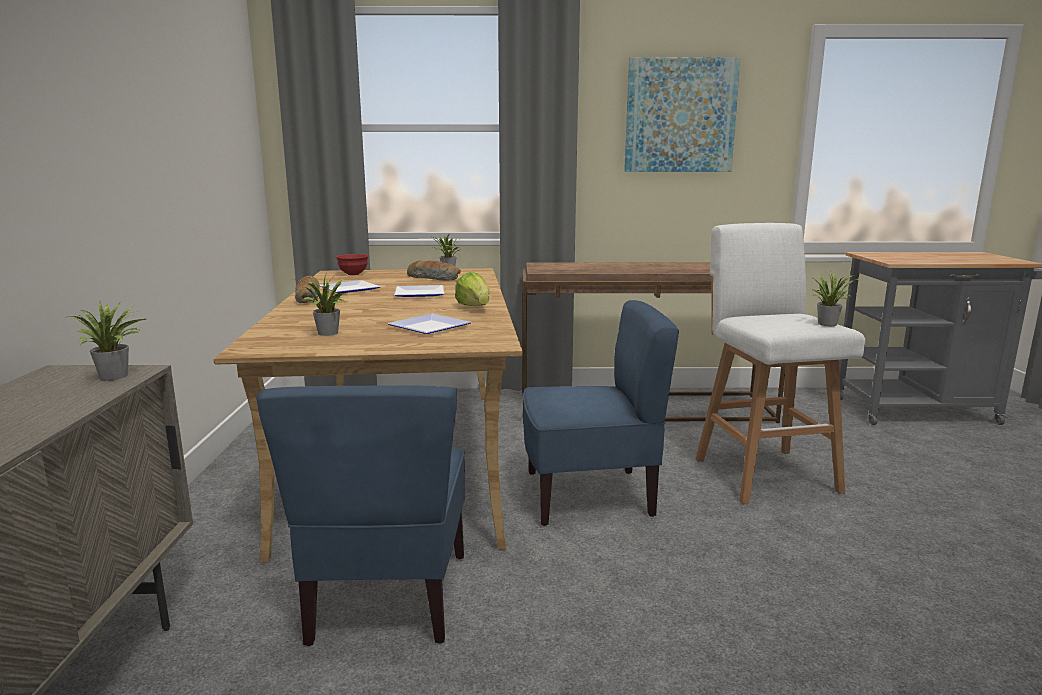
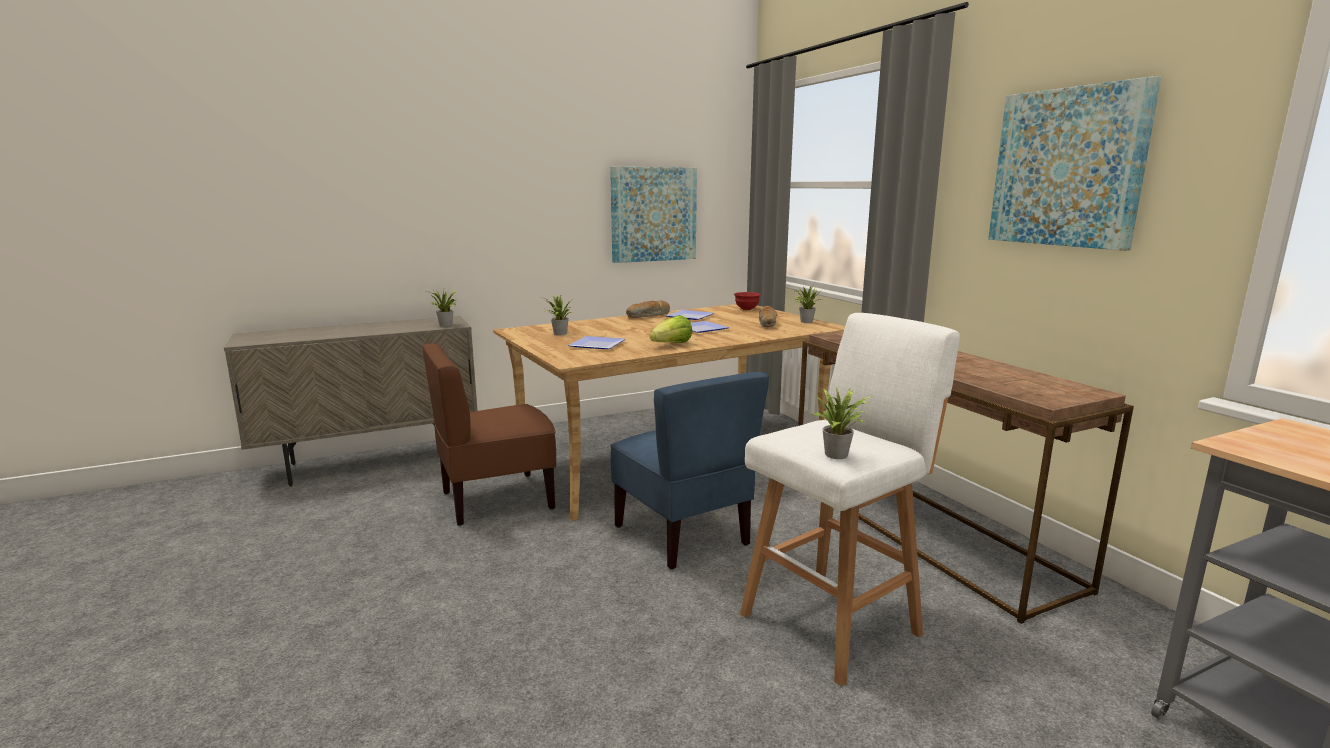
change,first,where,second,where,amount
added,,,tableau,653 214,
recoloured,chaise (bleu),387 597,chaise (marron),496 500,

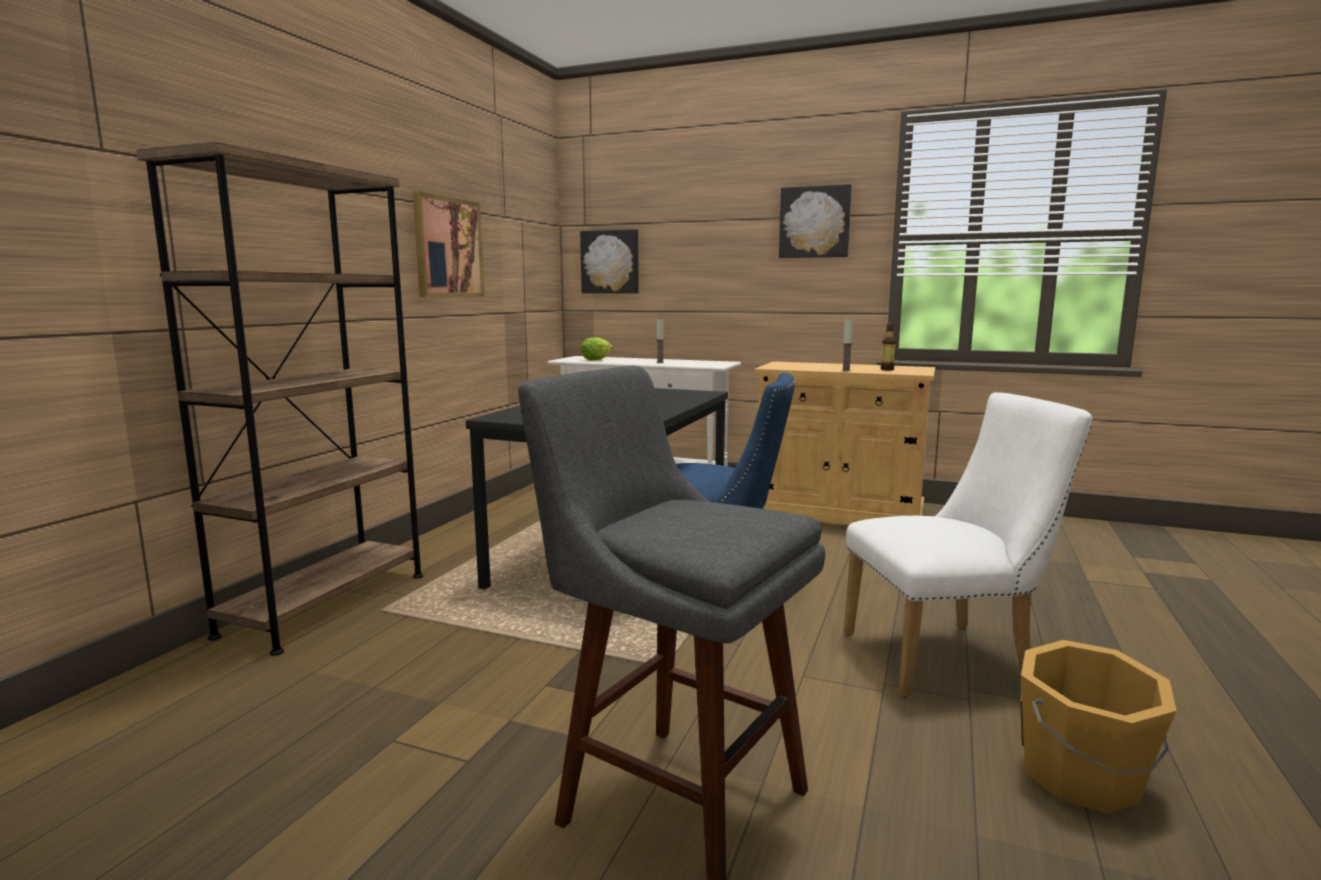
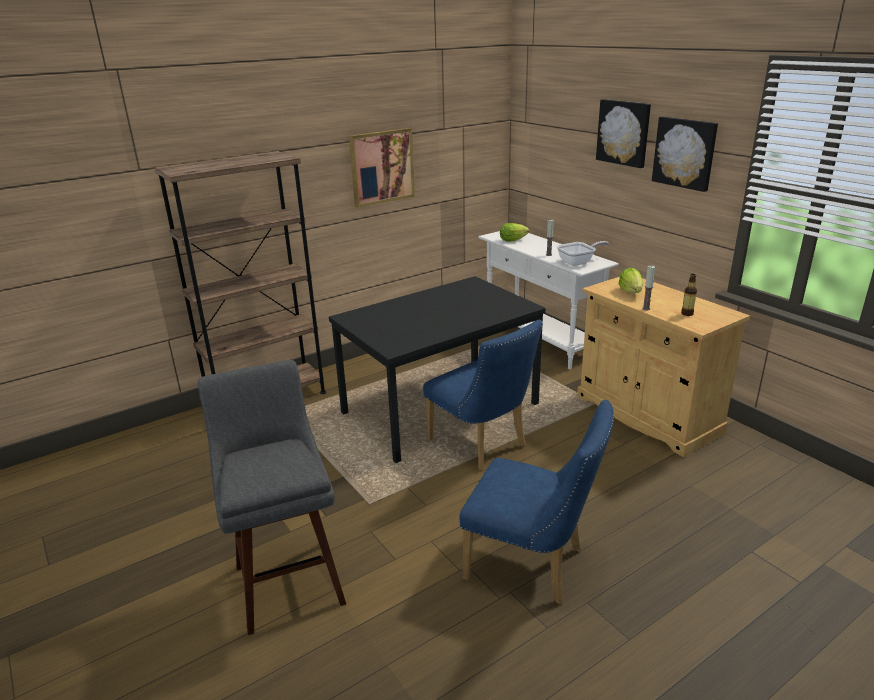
change,first,where,second,where,amount
removed,seau (orange),1082 777,,,
added,,,poêle,578 262,
added,,,laitue,631 292,
moved,tableau,610 262,,624 132,
recoloured,chaise (blanc),948 656,chaise (bleu),533 566,

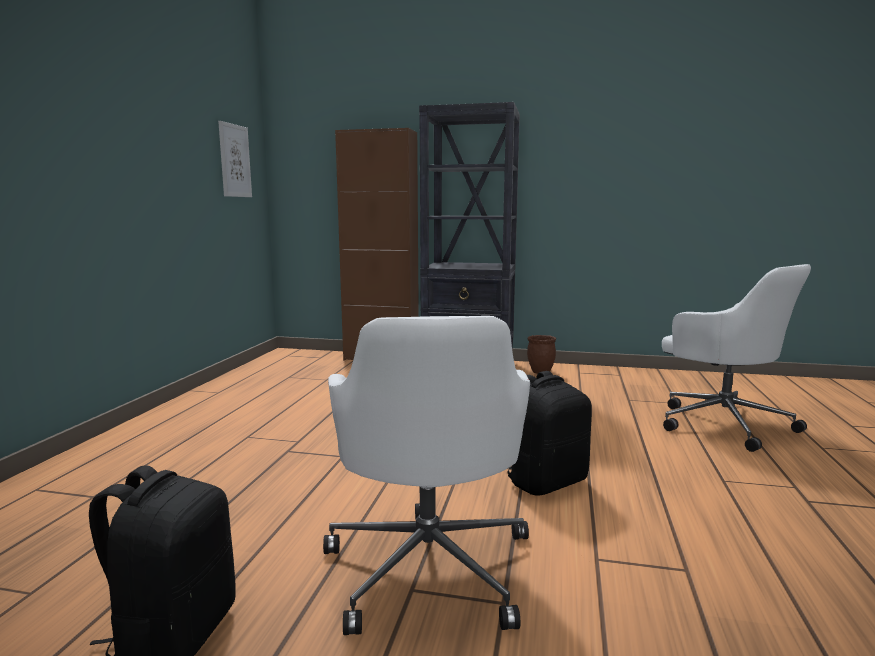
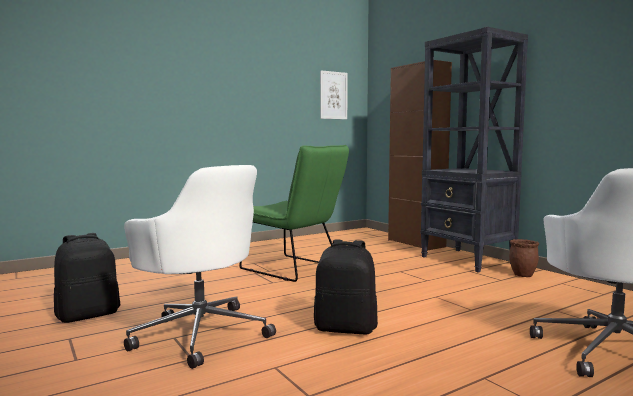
change,first,where,second,where,amount
added,,,chaise (vert),295 269,
turned,chaise de bureau (blanc),429 565,,200 333,90 degrees counterclockwise

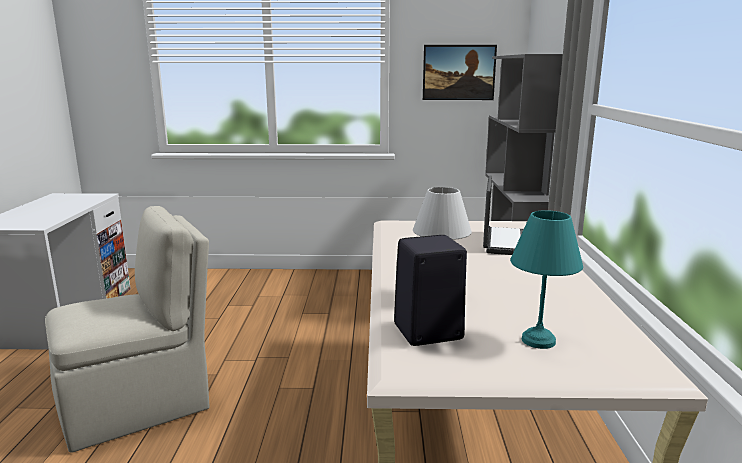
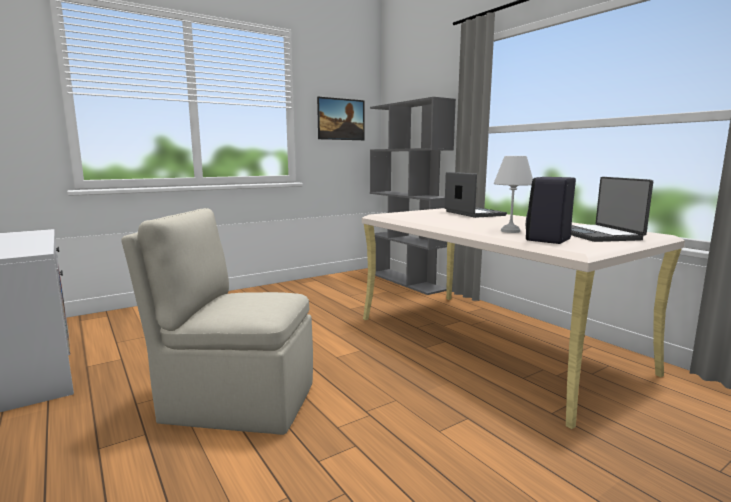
change,first,where,second,where,amount
replaced,lampe de table (turquoise),539 341,ordinateur portable,597 235,
turned,chaise (beige),139 404,,236 401,105 degrees counterclockwise

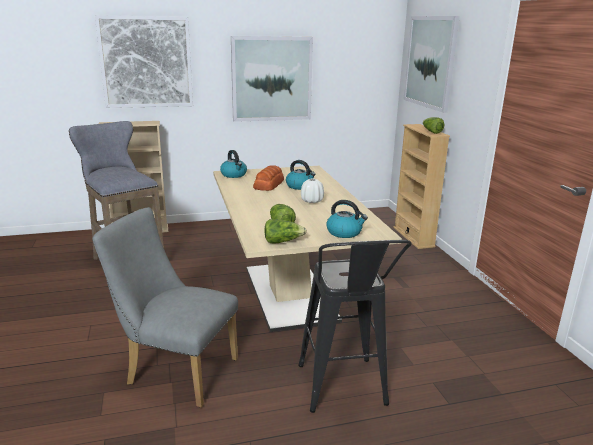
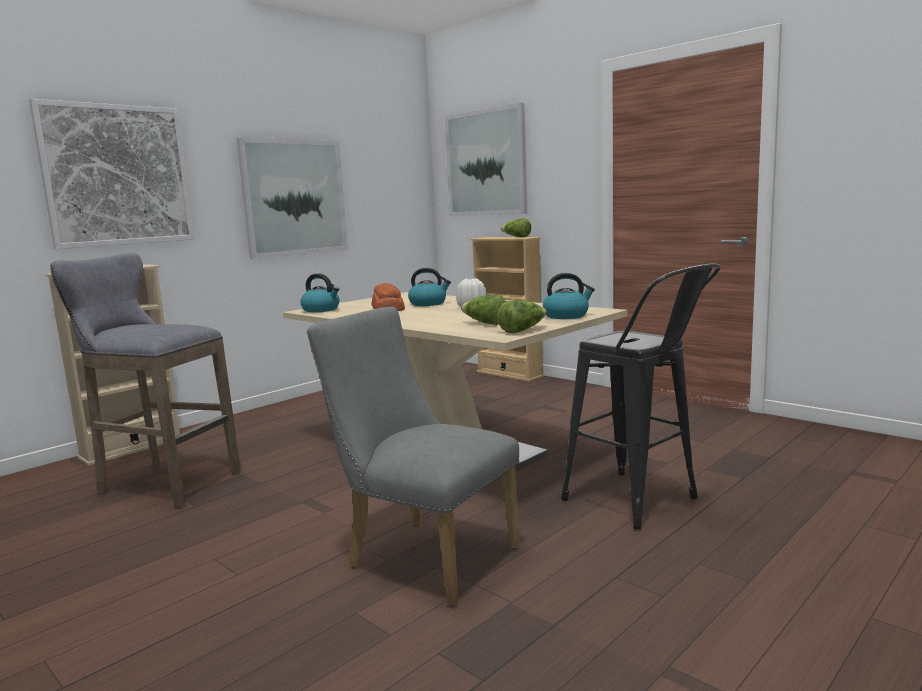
change,first,where,second,where,amount
turned,chaise (gris),176 370,,423 555,45 degrees clockwise

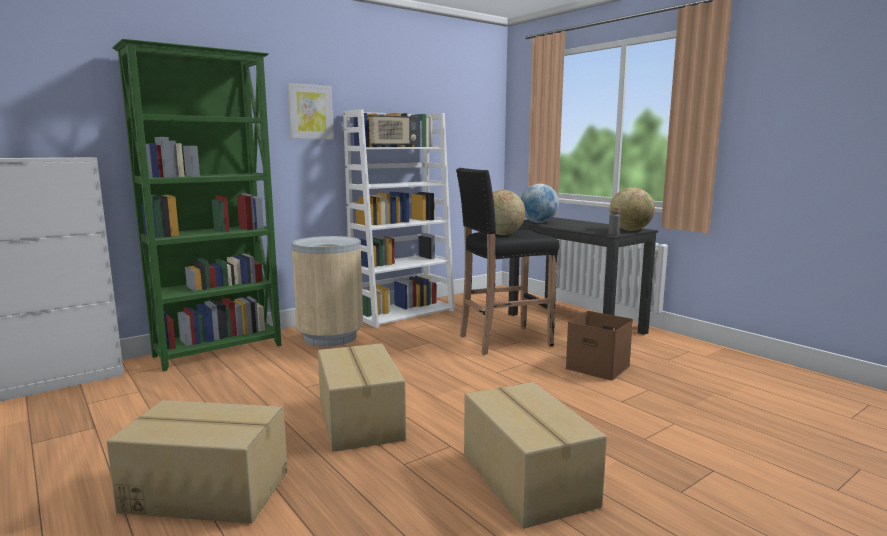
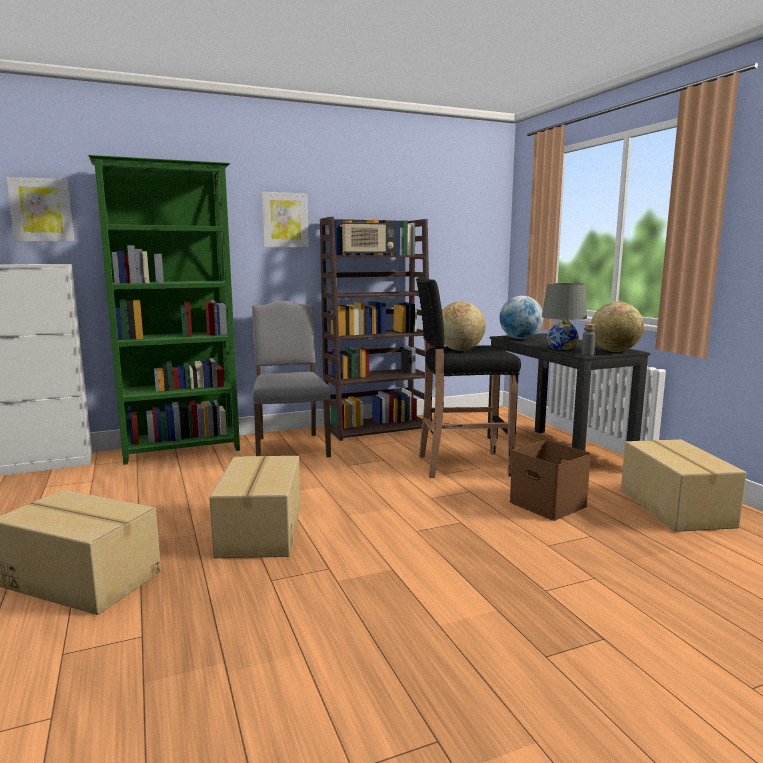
change,first,where,second,where,amount
added,,,tableau,41 210,
added,,,lampe de table (gris),561 347,
moved,carton,526 480,,674 508,
replaced,poubelle (beige),330 337,chaise (gris),290 446,
recoloured,bibliothèque (blanc),403 312,bibliothèque (marron),378 427,

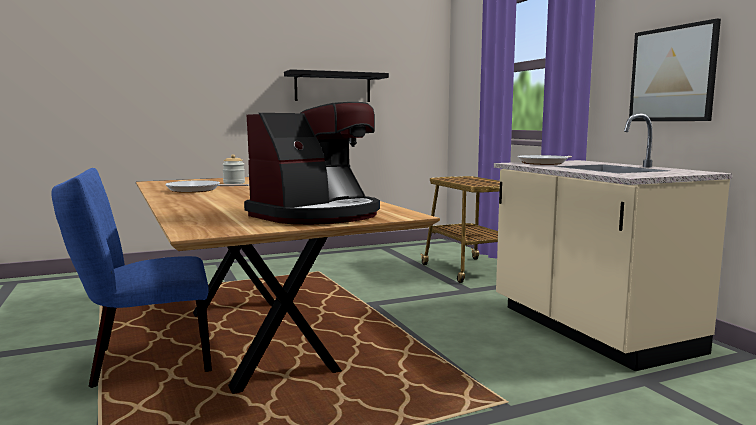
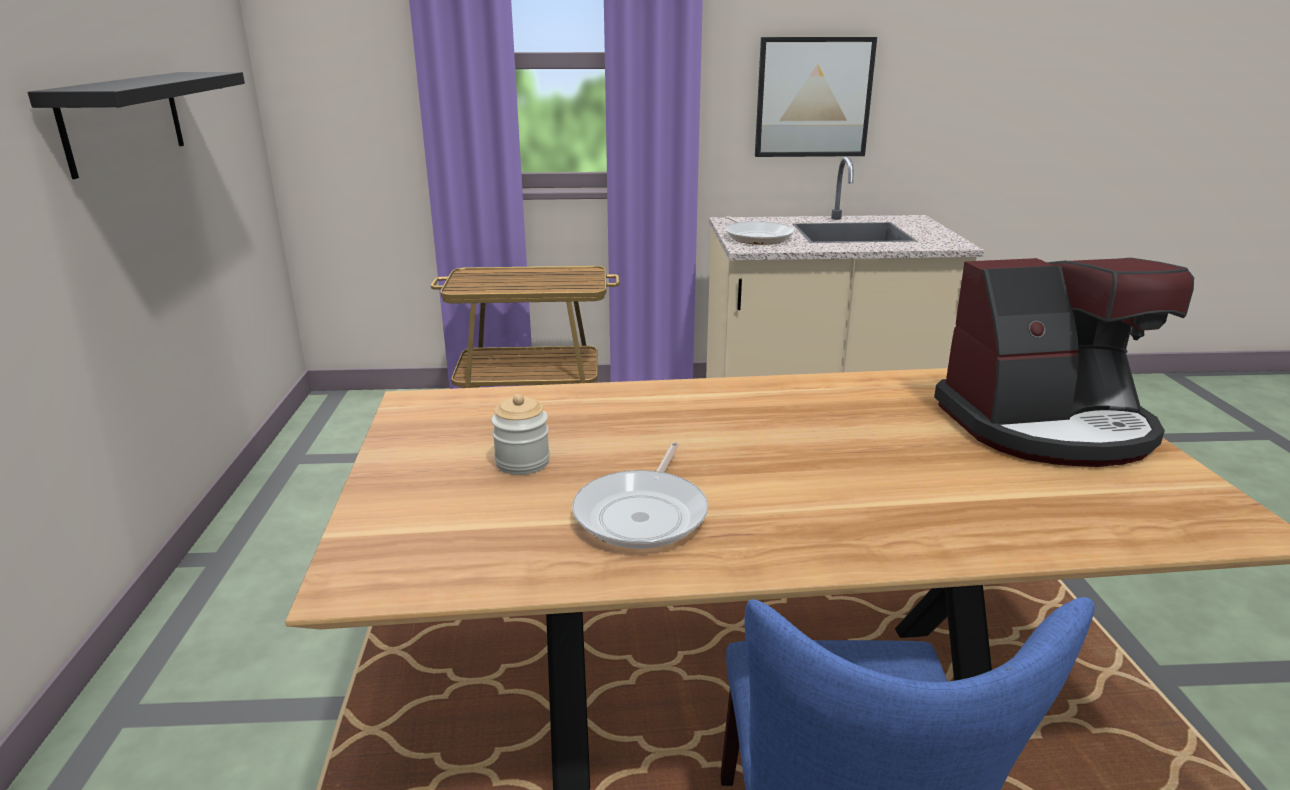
change,first,where,second,where,amount
turned,machine à café,317 215,,1047 426,105 degrees clockwise

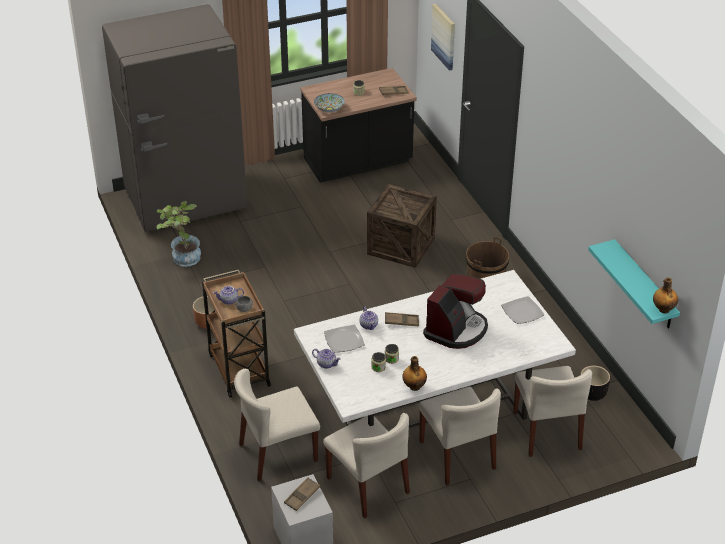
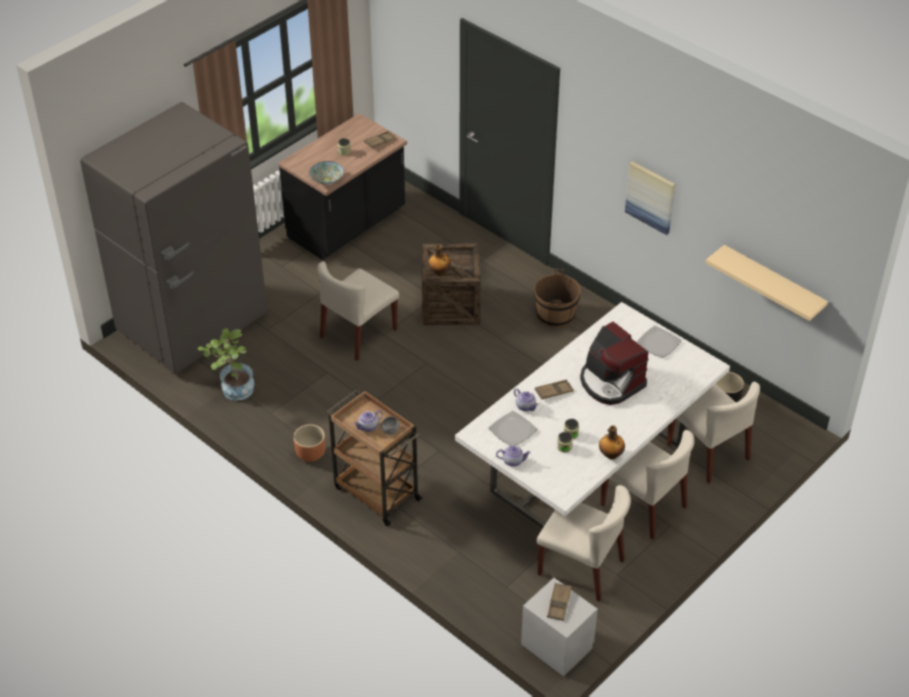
change,first,where,second,where,amount
moved,chaise (beige),277 453,,358 333,
moved,tableau,444 36,,650 197,
moved,bouteille,663 309,,439 272,
recoloured,étagère (turquoise),644 286,étagère (beige),773 283,
turned,machine à café,456 329,,610 382,135 degrees clockwise

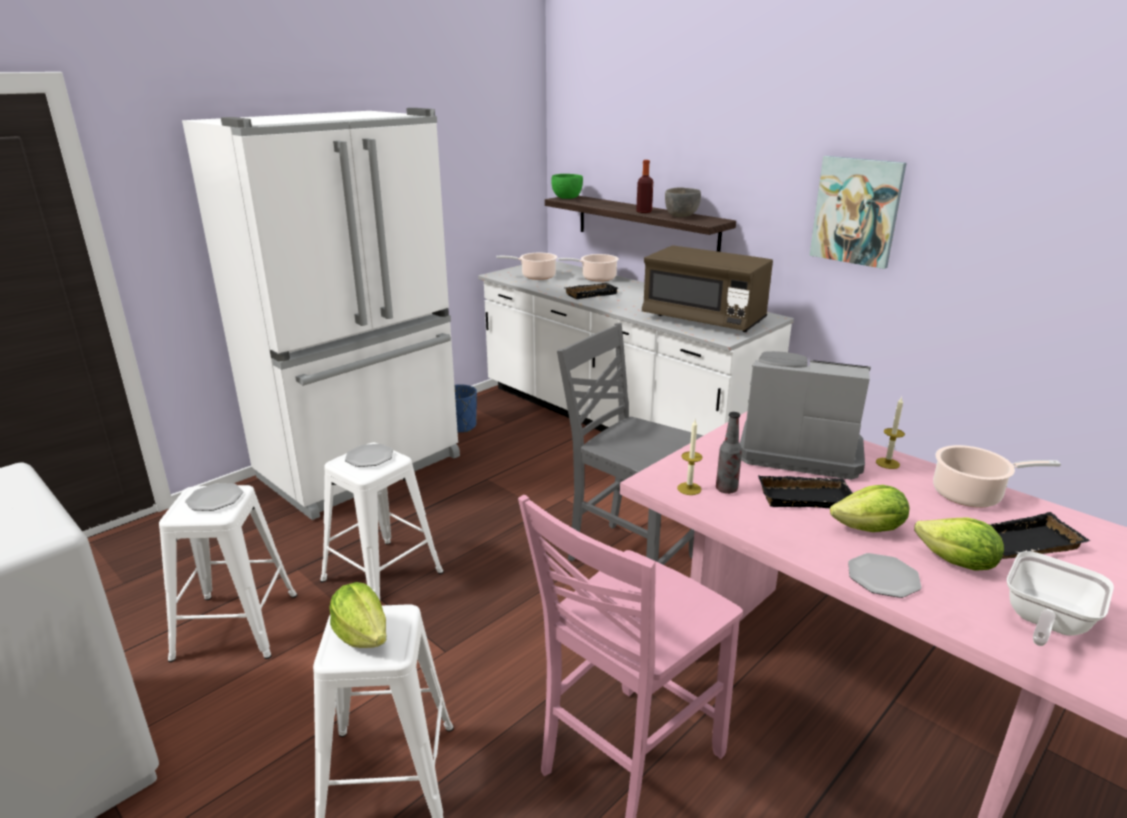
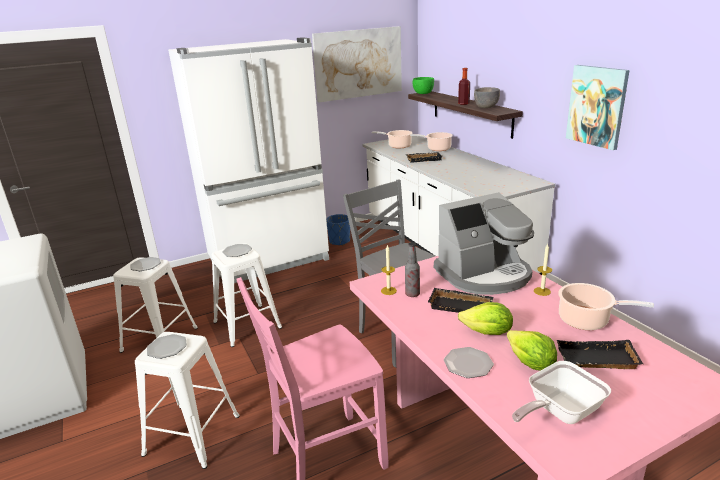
change,first,where,second,where,amount
removed,micro-ondes (marron),703 319,,,
added,,,tableau,358 63,
replaced,laitue,362 635,assiette,167 347,
turned,machine à café,798 449,,484 275,120 degrees clockwise

